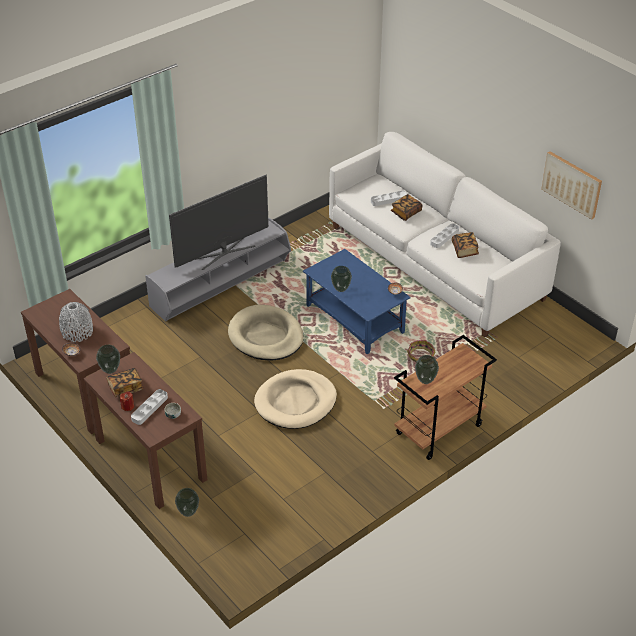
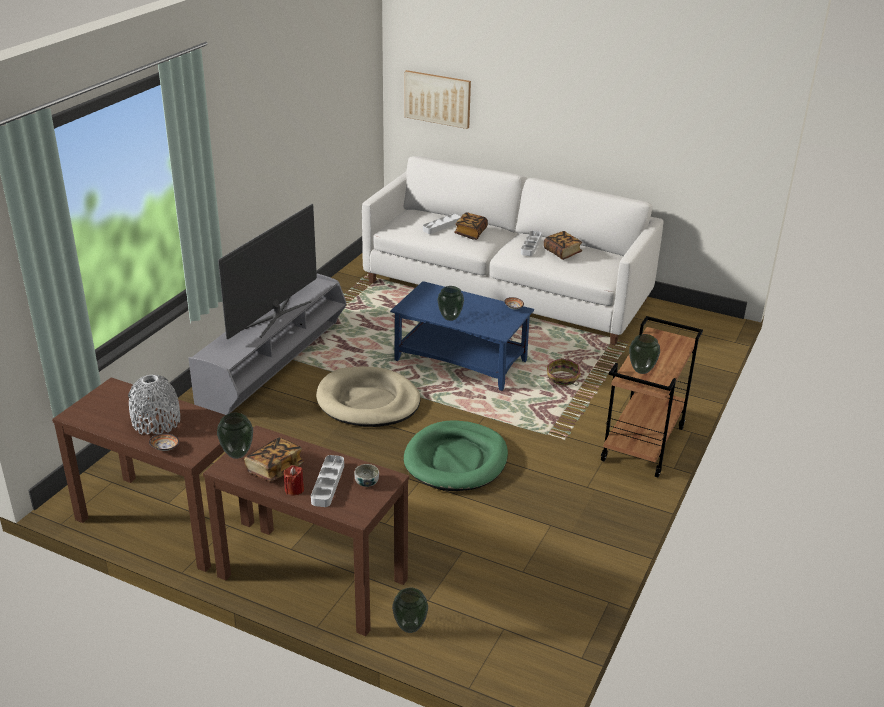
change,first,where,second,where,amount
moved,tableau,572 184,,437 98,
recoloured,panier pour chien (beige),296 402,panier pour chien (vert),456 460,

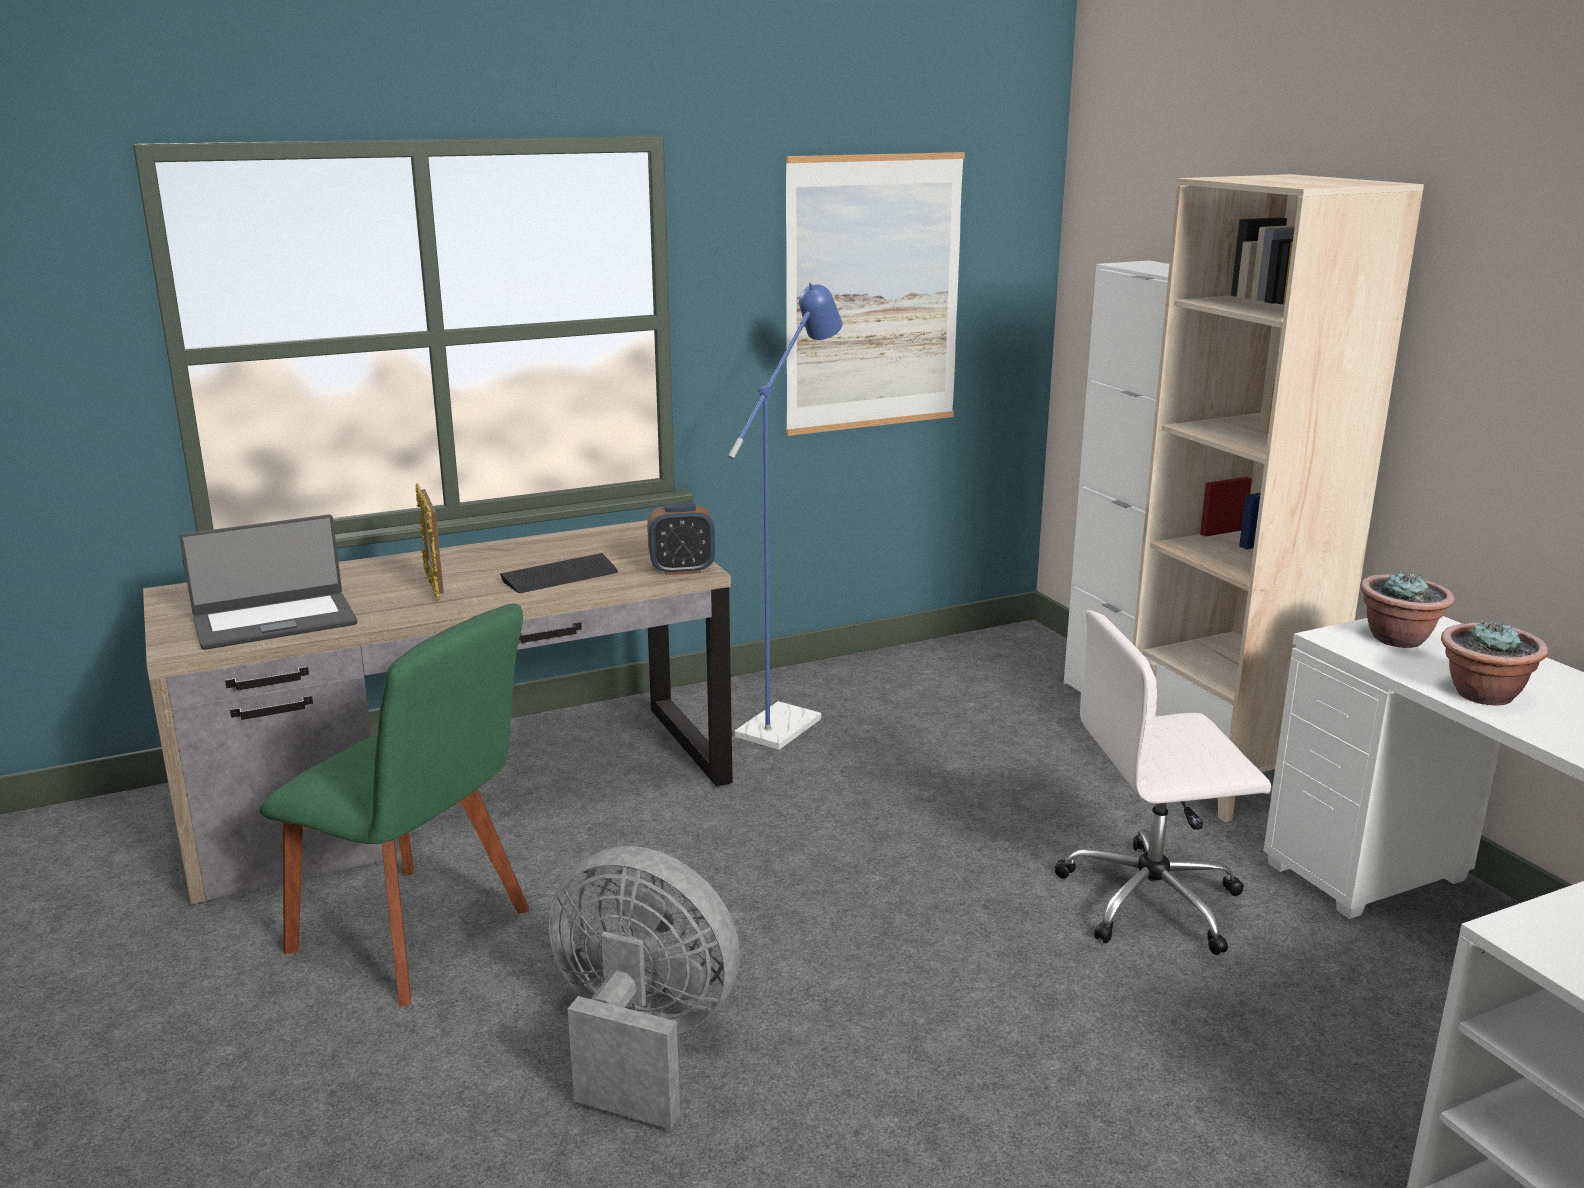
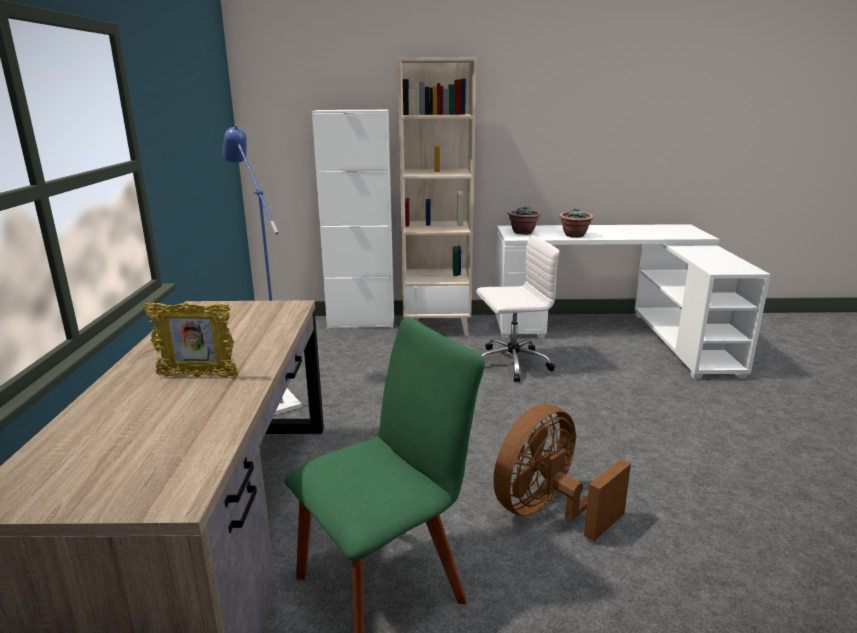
change,first,where,second,where,amount
removed,ordinateur portable,275 621,,,
removed,clavier,560 576,,,
removed,réveil,682 570,,,
removed,tableau,873 294,,,
recoloured,ventilateur (gris),641 1043,ventilateur (marron),548 511,
turned,chaise de bureau (blanc),1153 900,,511 363,120 degrees counterclockwise

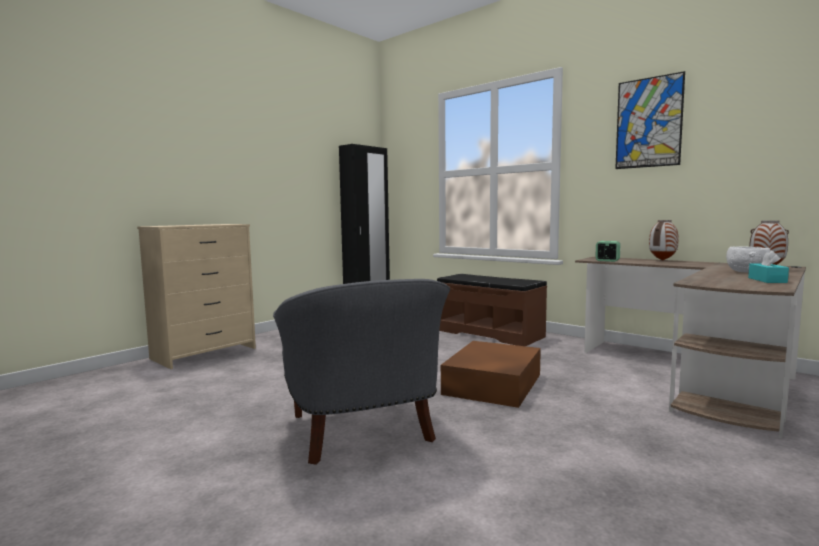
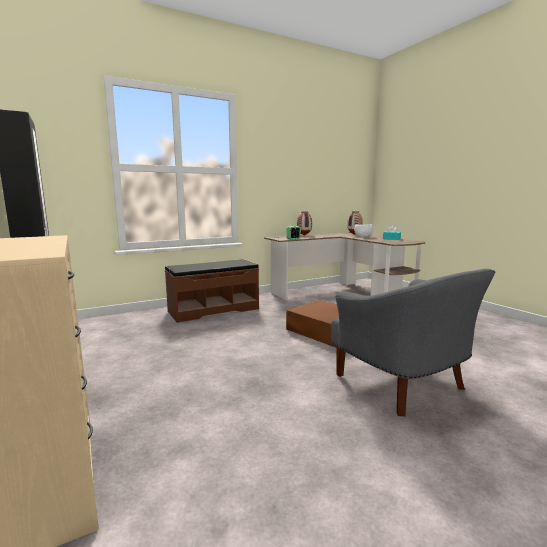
change,first,where,second,where,amount
removed,tableau,648 122,,,
turned,fauteuil (gris),362 432,,403 385,60 degrees clockwise

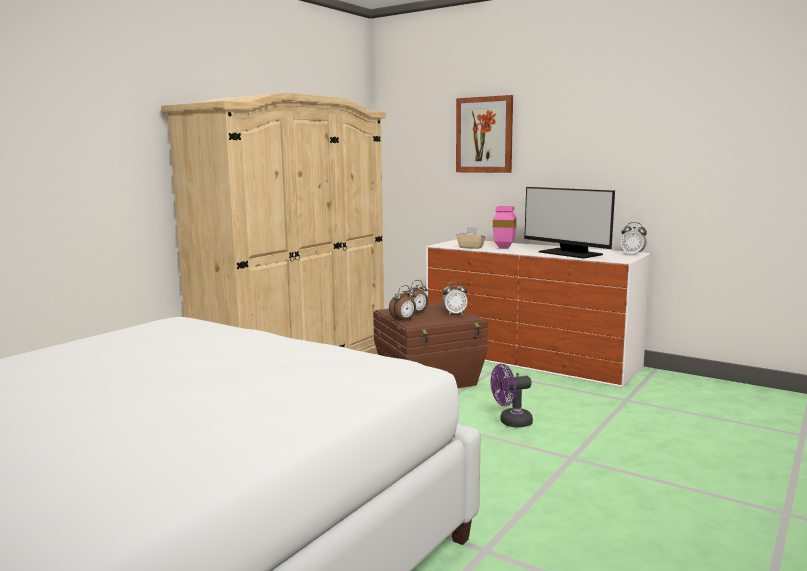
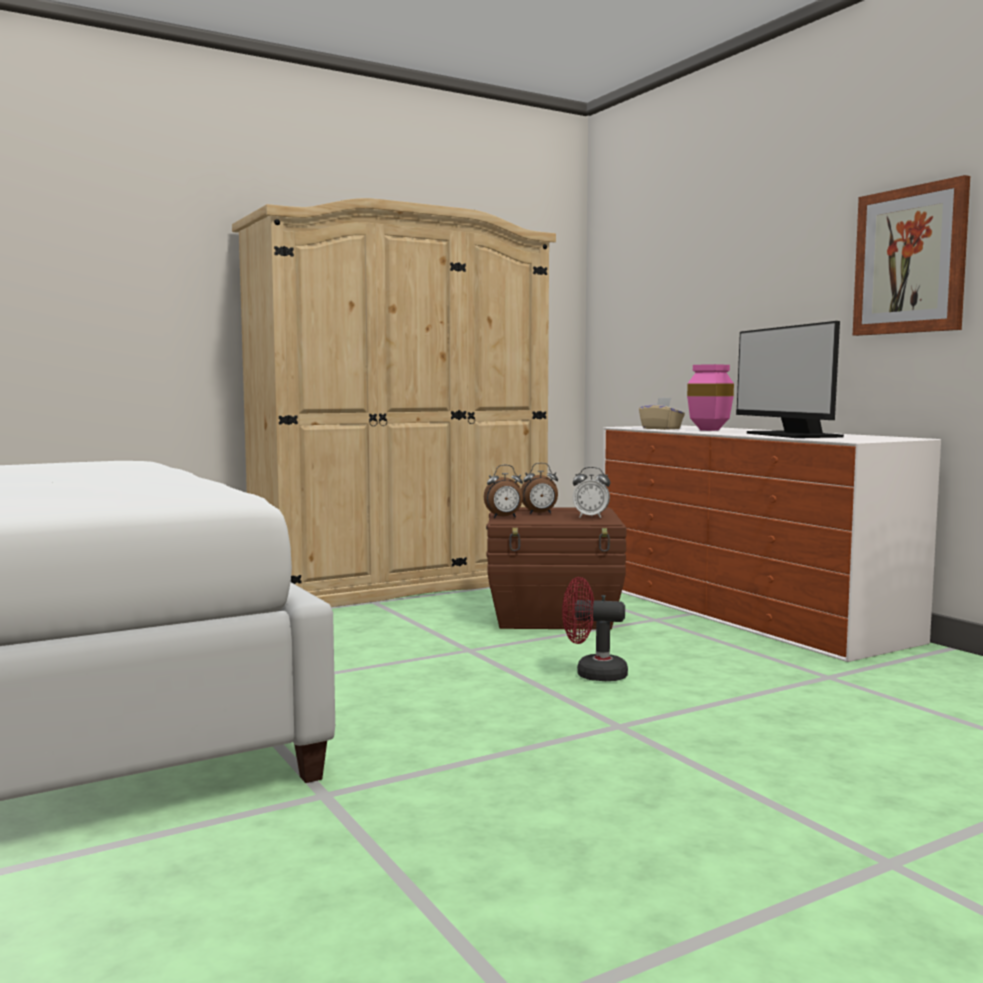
change,first,where,second,where,amount
removed,réveil,632 254,,,
moved,tableau,484 135,,910 260,
recoloured,ventilateur (violet),511 422,ventilateur (rouge),592 674,

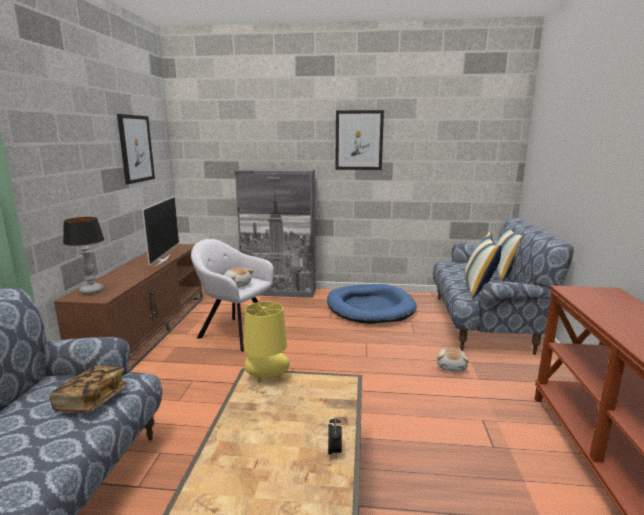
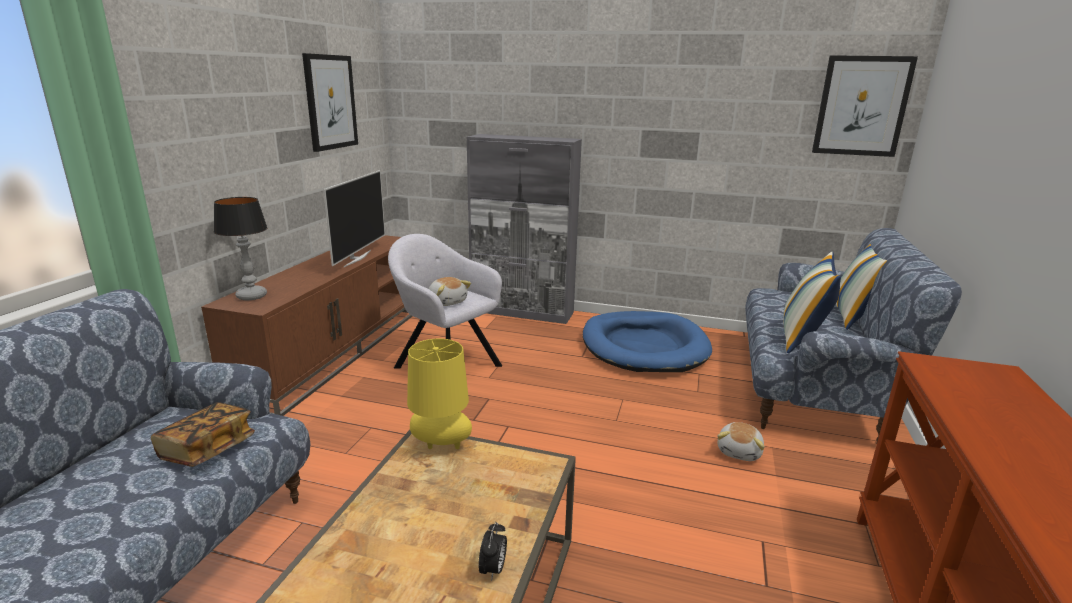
change,first,where,second,where,amount
moved,tableau,359 140,,861 106,

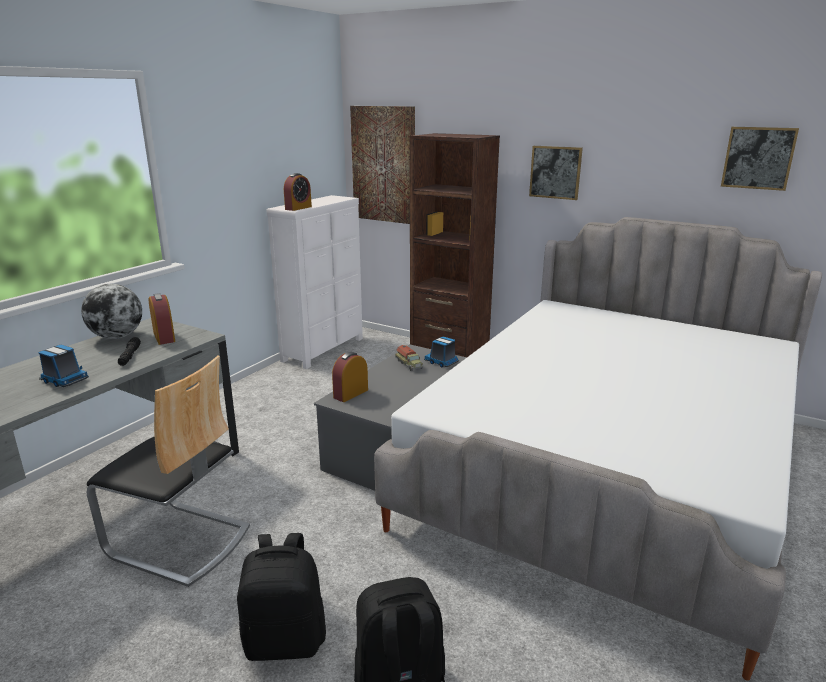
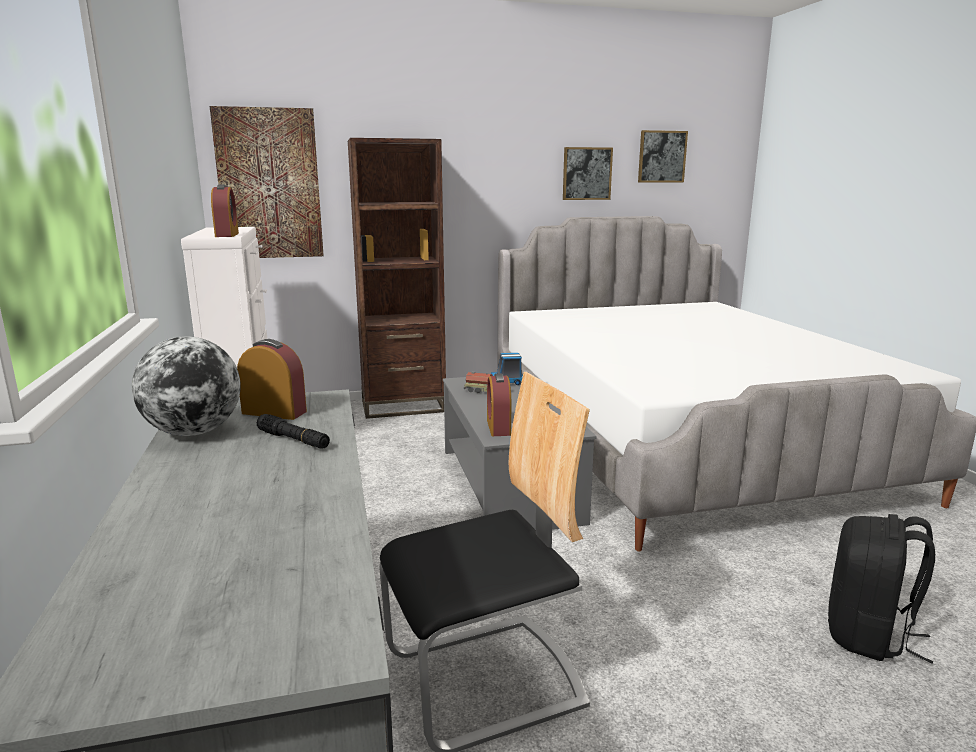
change,first,where,second,where,amount
removed,camion jouet,64 380,,,
removed,sac à dos (noir),285 640,,,
moved,tableau,555 172,,587 173,

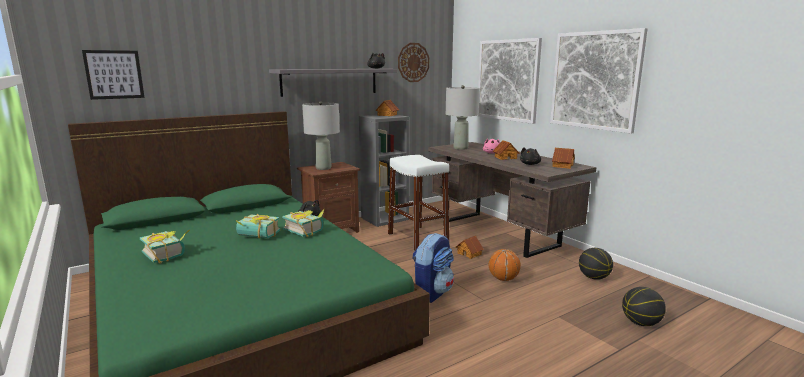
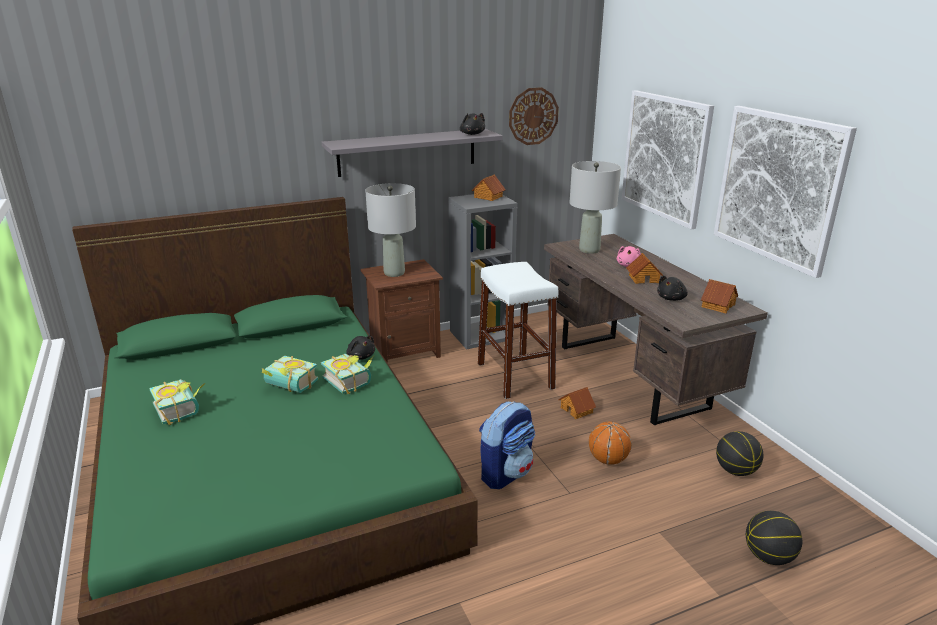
change,first,where,second,where,amount
removed,tableau,114 74,,,

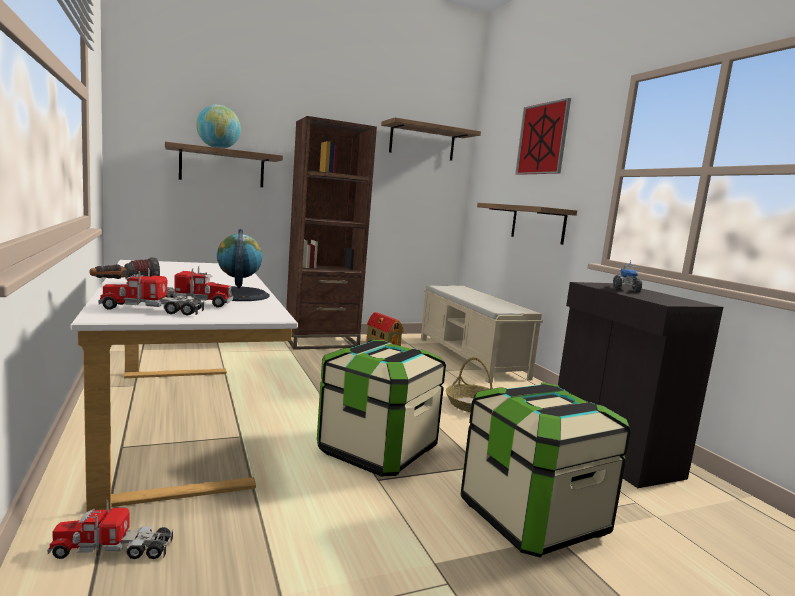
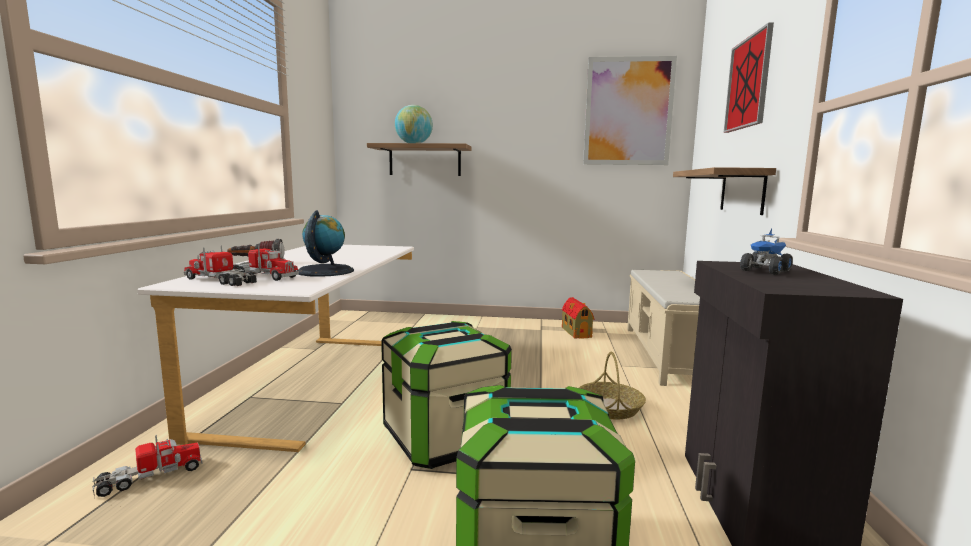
change,first,where,second,where,amount
removed,bibliothèque (marron),321 342,,,
replaced,étagère,422 142,tableau,628 112,
turned,camion jouet,113 549,,150 477,120 degrees clockwise

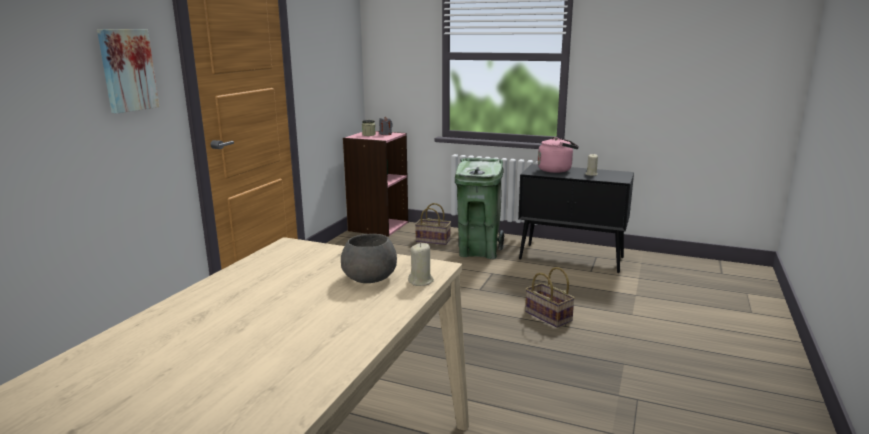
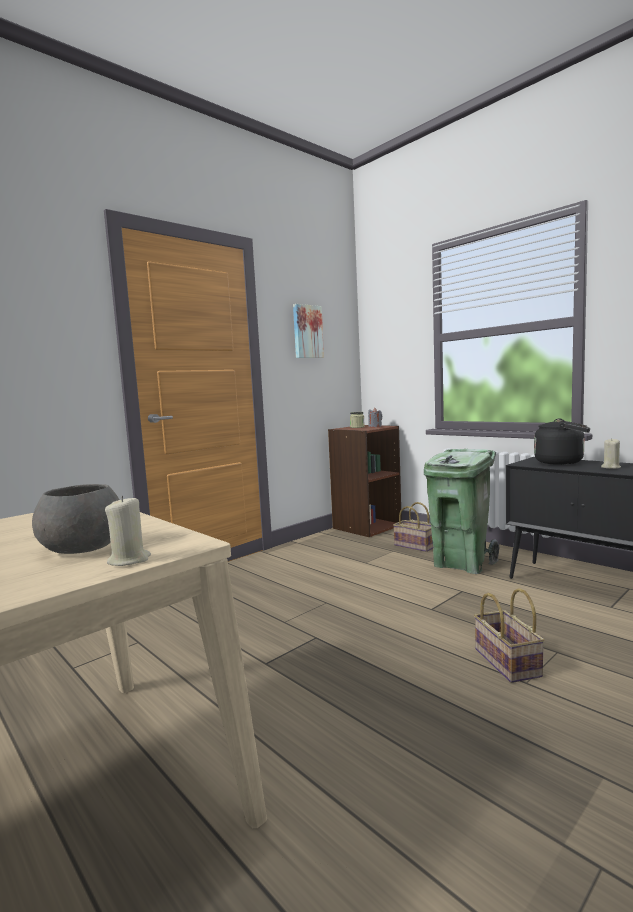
change,first,where,second,where,amount
moved,tableau,127 70,,307 332,
recoloured,bibliothèque (rose),378 226,bibliothèque (marron),366 526,
recoloured,bouilloire (rose),556 170,bouilloire (noir),562 462,

